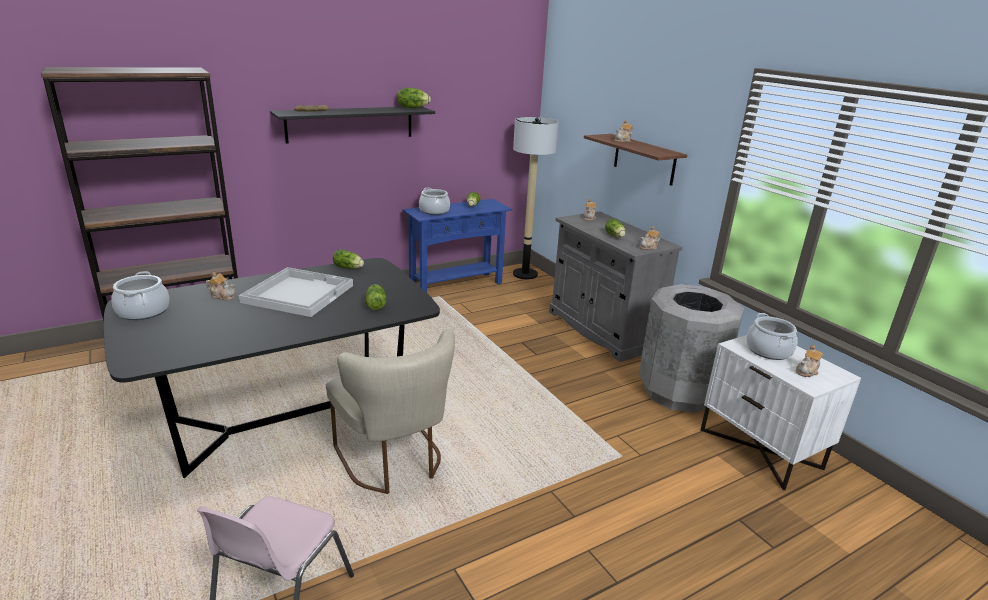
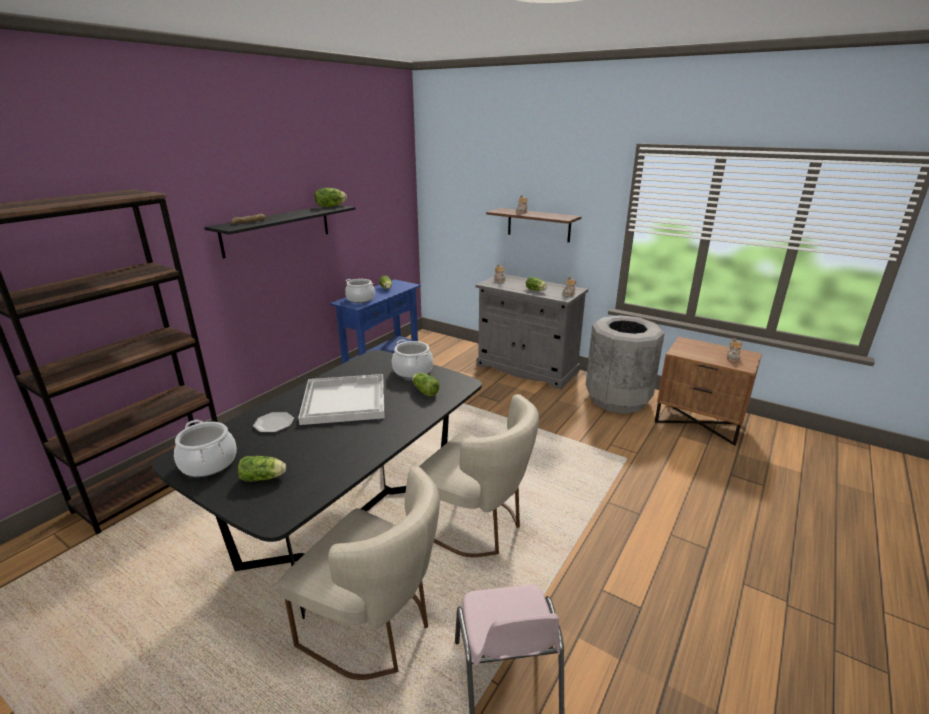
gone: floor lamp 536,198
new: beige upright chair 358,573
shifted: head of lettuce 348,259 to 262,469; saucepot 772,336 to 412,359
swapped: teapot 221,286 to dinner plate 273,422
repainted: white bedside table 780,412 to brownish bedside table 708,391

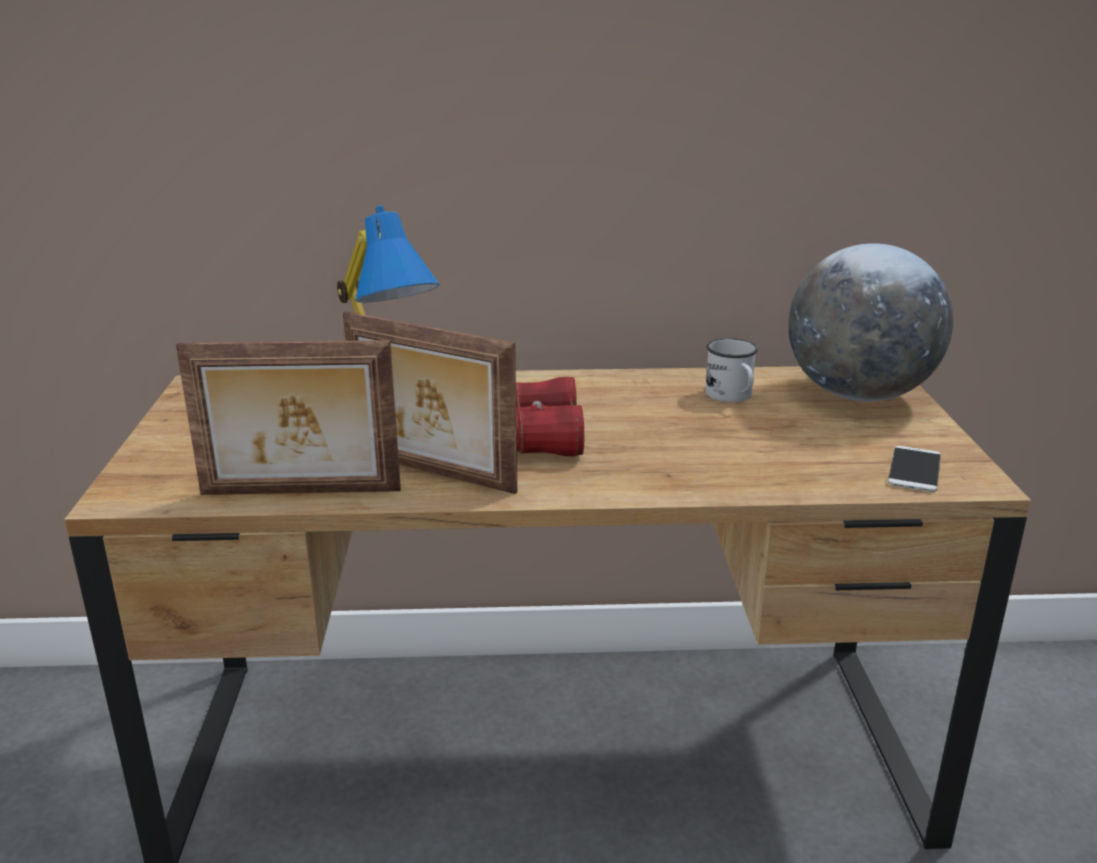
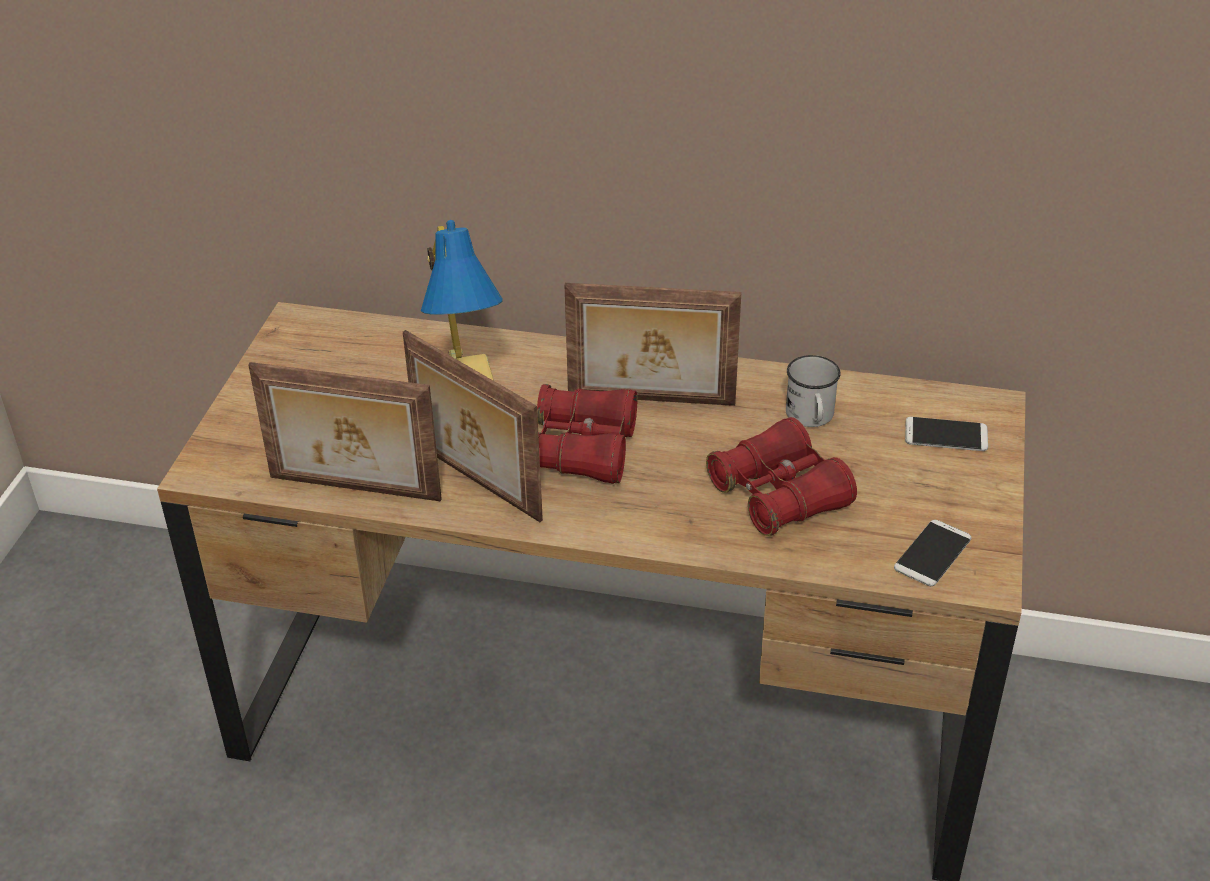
new: standing frame 653,344; red-coloured pair of binoculars 781,476
swapped: world globe 870,322 to telephone 946,434

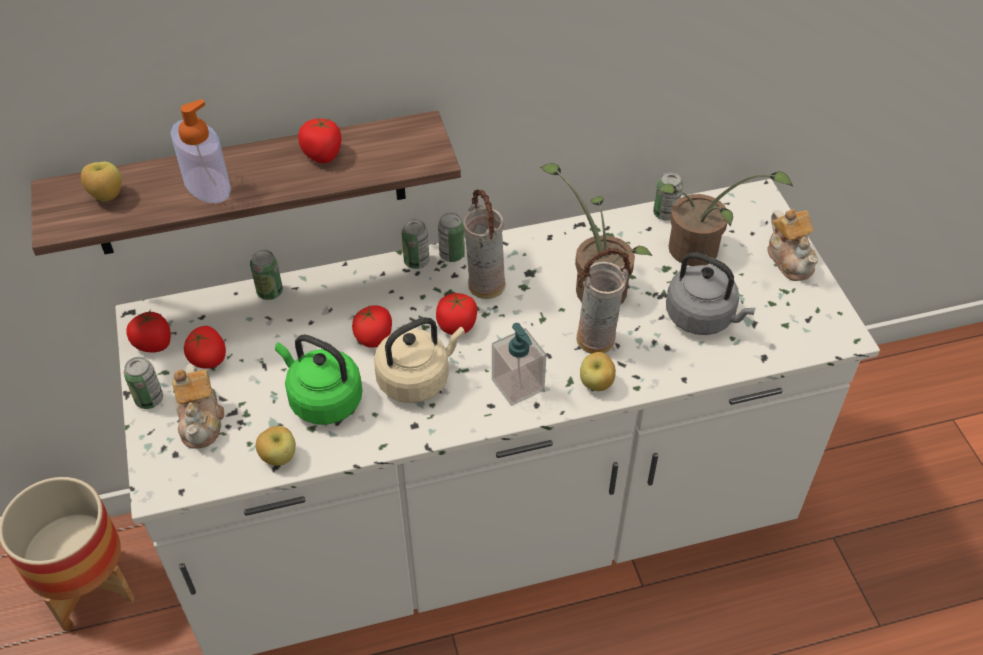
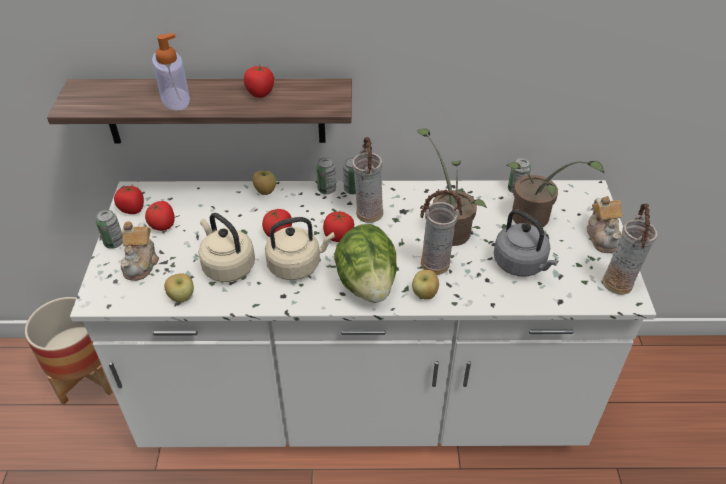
gone: metal can 266,275
new: vase 630,249
shifted: apple 101,181 to 264,183
swapped: liquid soap bottle 519,364 to head of lettuce 365,263
repainted: green water kettle 319,380 to beige water kettle 226,247

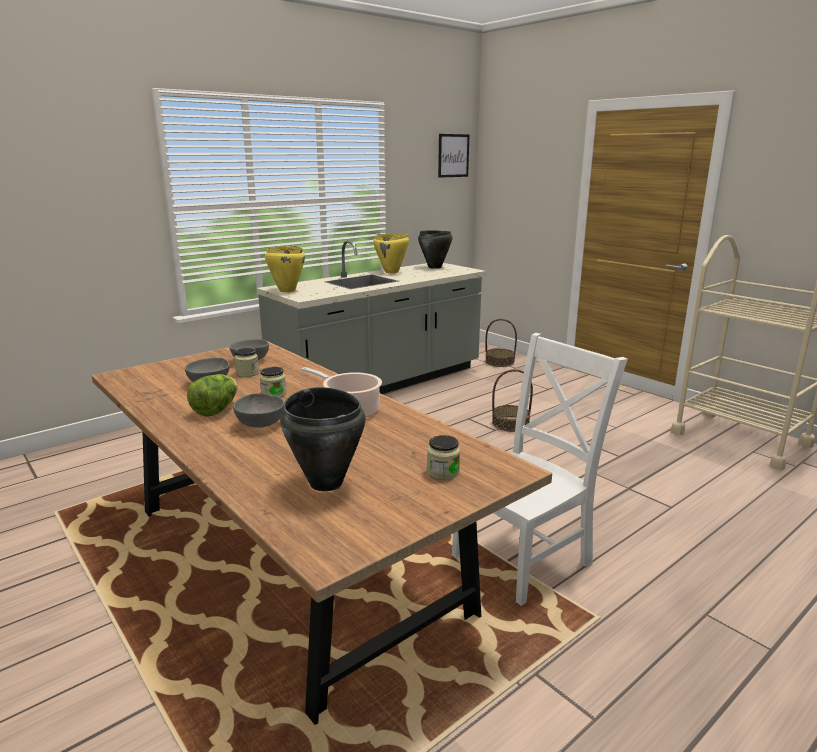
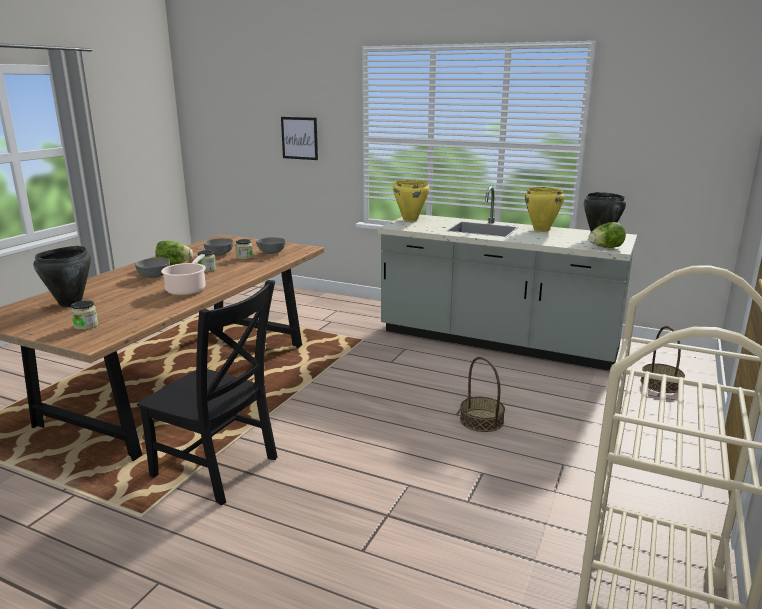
new: head of lettuce 607,235
shifted: wall picture 453,156 to 299,138
repainted: white upright chair 540,469 to black-coloured upright chair 207,392

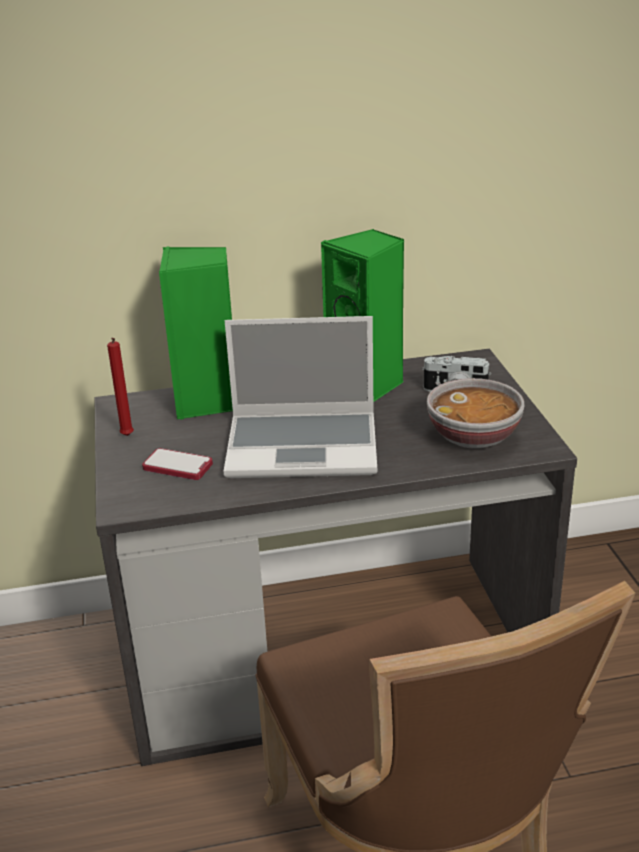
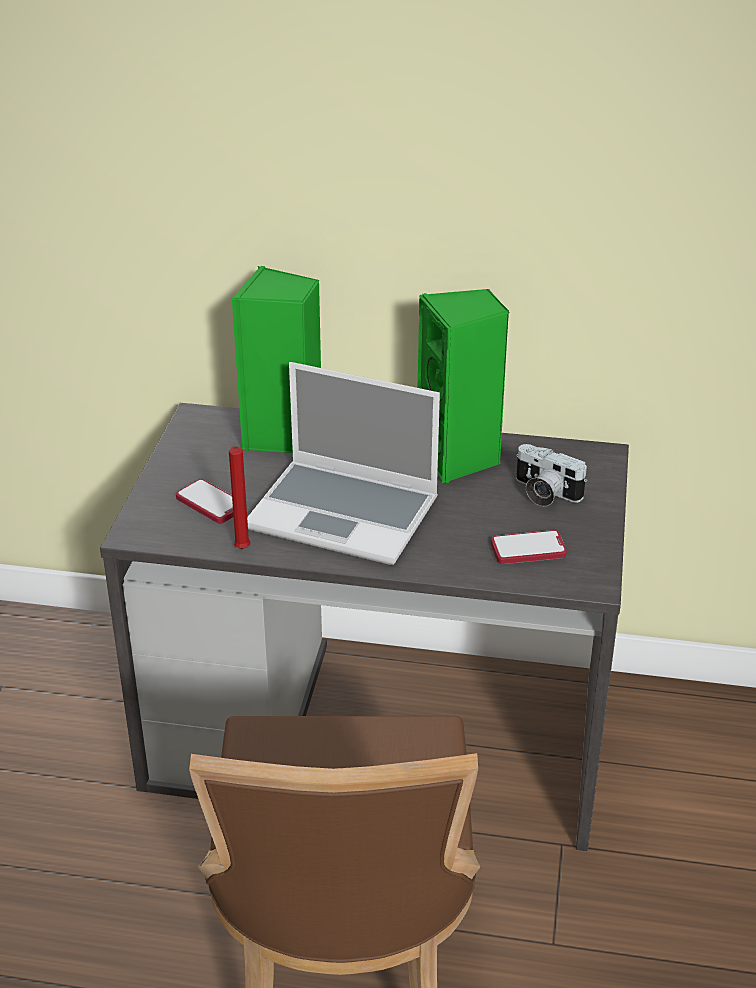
shifted: red-coloured wax candle 120,387 to 239,497
swapped: serving bowl 475,413 to telephone 529,547

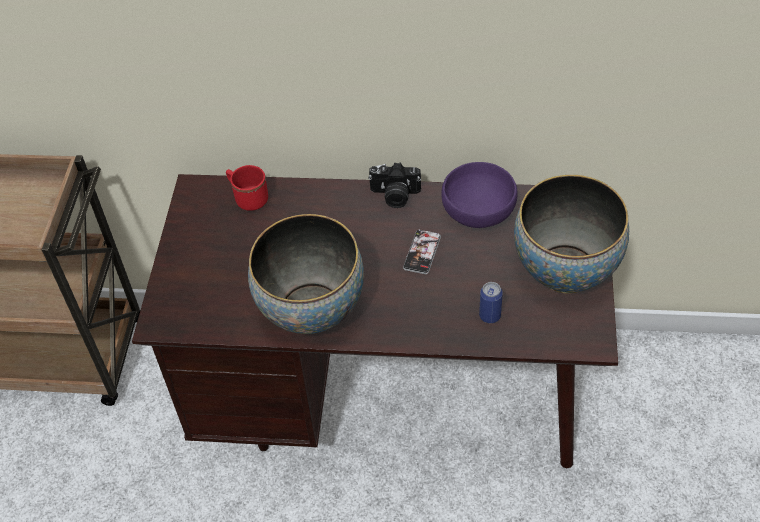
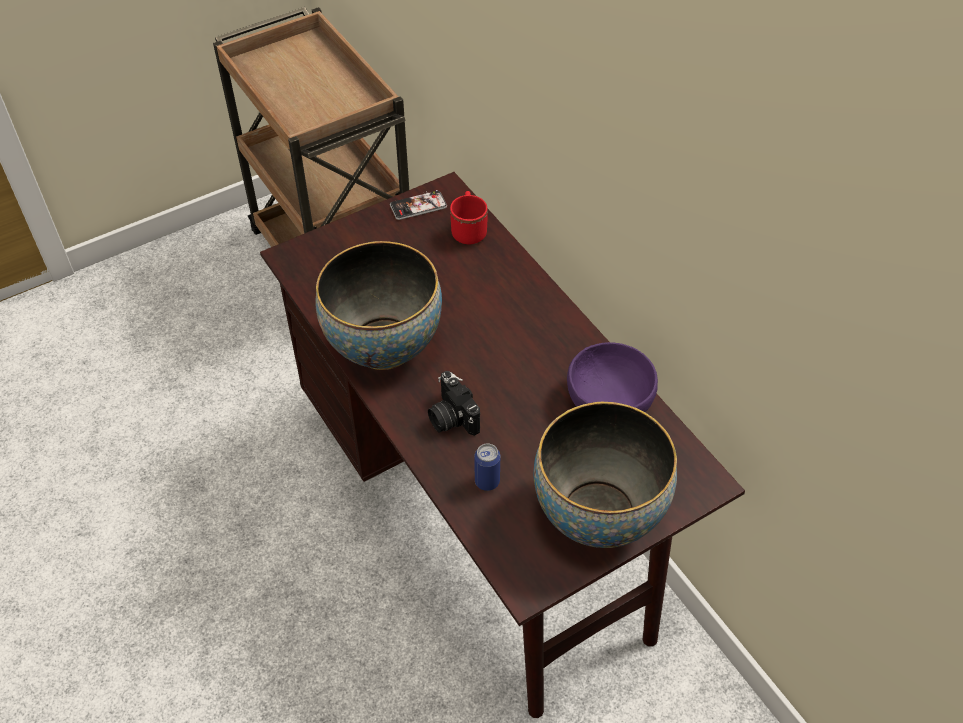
shifted: still camera 394,185 to 454,403; telephone 422,252 to 418,205

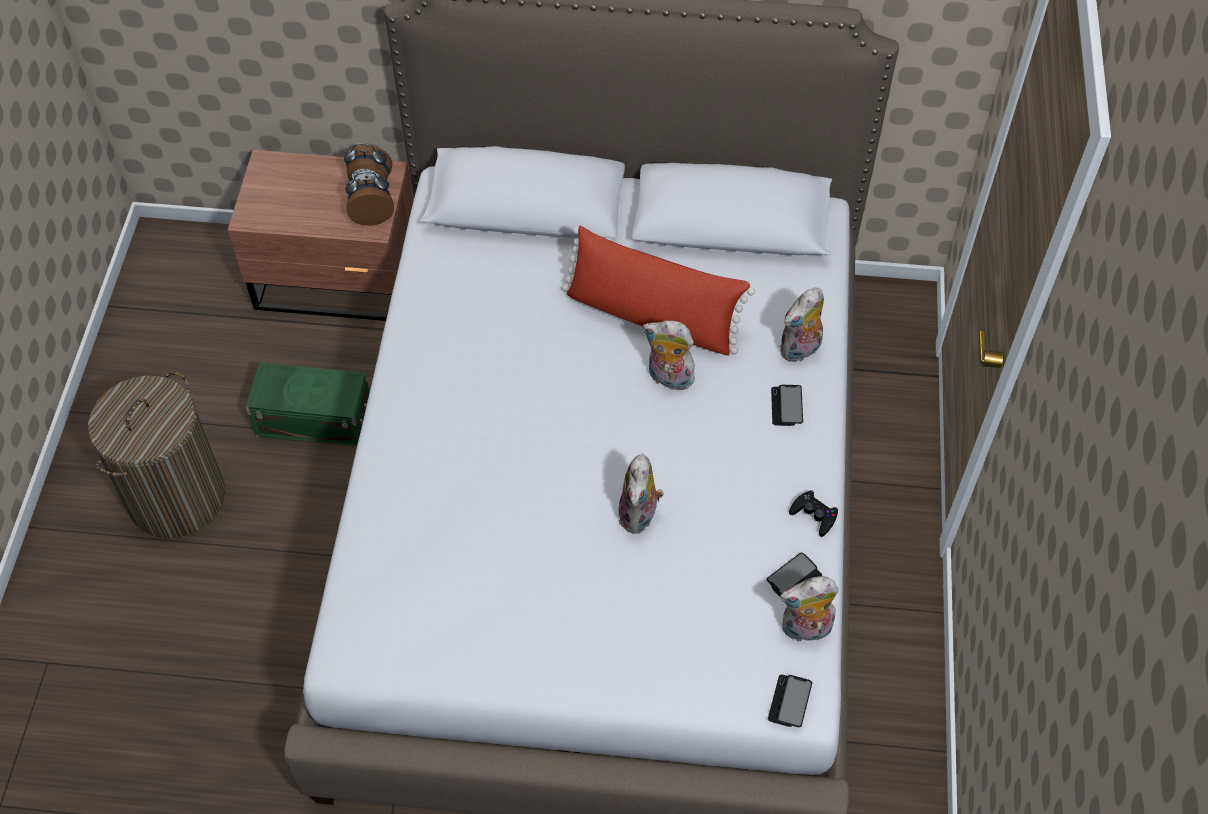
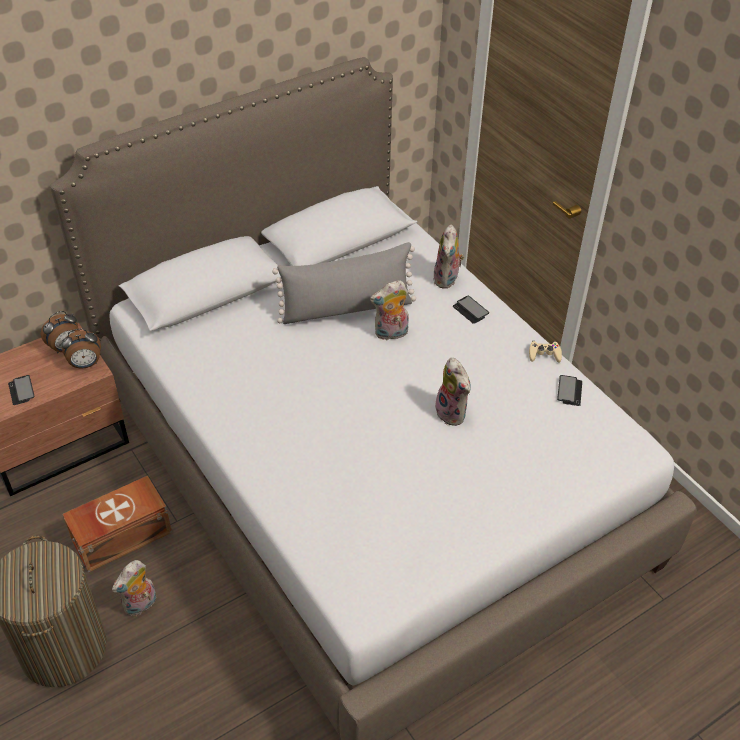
shifted: telephone 790,701 to 21,390; cuddly toy 809,608 to 134,588
repainted: green storage bin 308,404 to brownish storage bin 117,524; red-coloured cushion 658,290 to greyish cushion 344,283; black-coloured game controller 813,513 to beige game controller 545,351
rotated: table clock 369,199 = 81,348 150 degrees counterclockwise

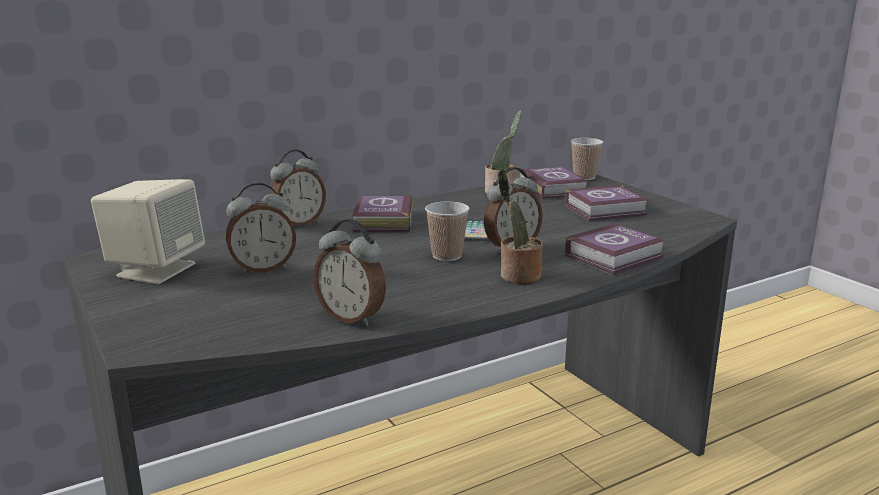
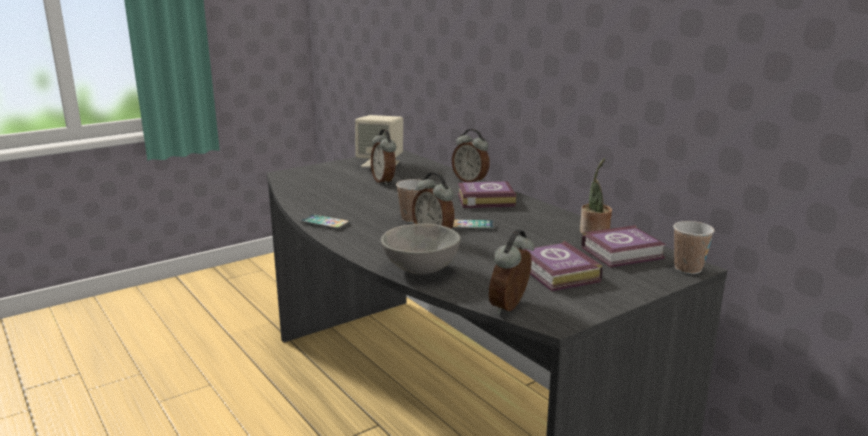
gone: houseplant 520,226
new: telephone 325,222
shifted: table clock 349,272 to 511,271
swapped: volume 615,249 to greyish serving bowl 421,249

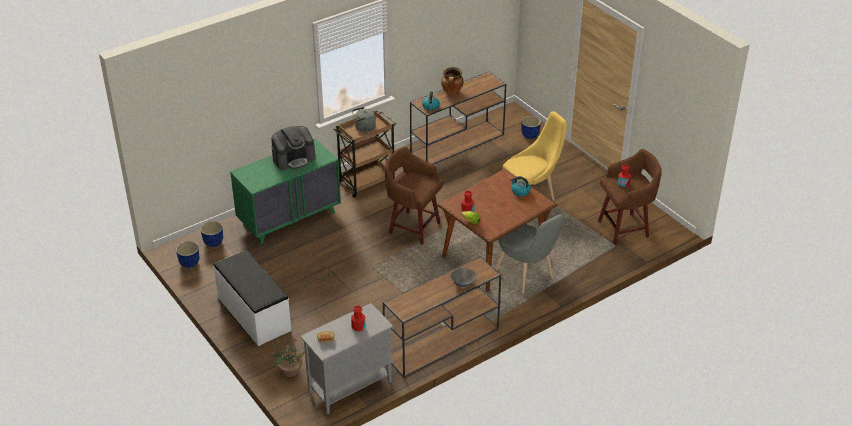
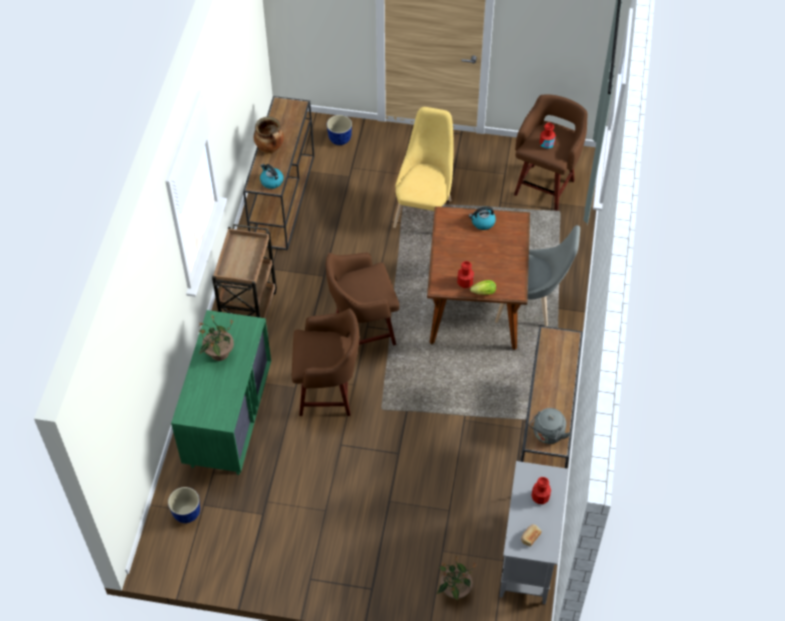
gone: plant pot 187,254; white indoor bench 252,298; greyish serving bowl 463,277
new: brownish stool 326,362
shifted: greyish water kettle 364,119 to 550,426
swapped: coffee maker 293,148 to houseplant 216,338

